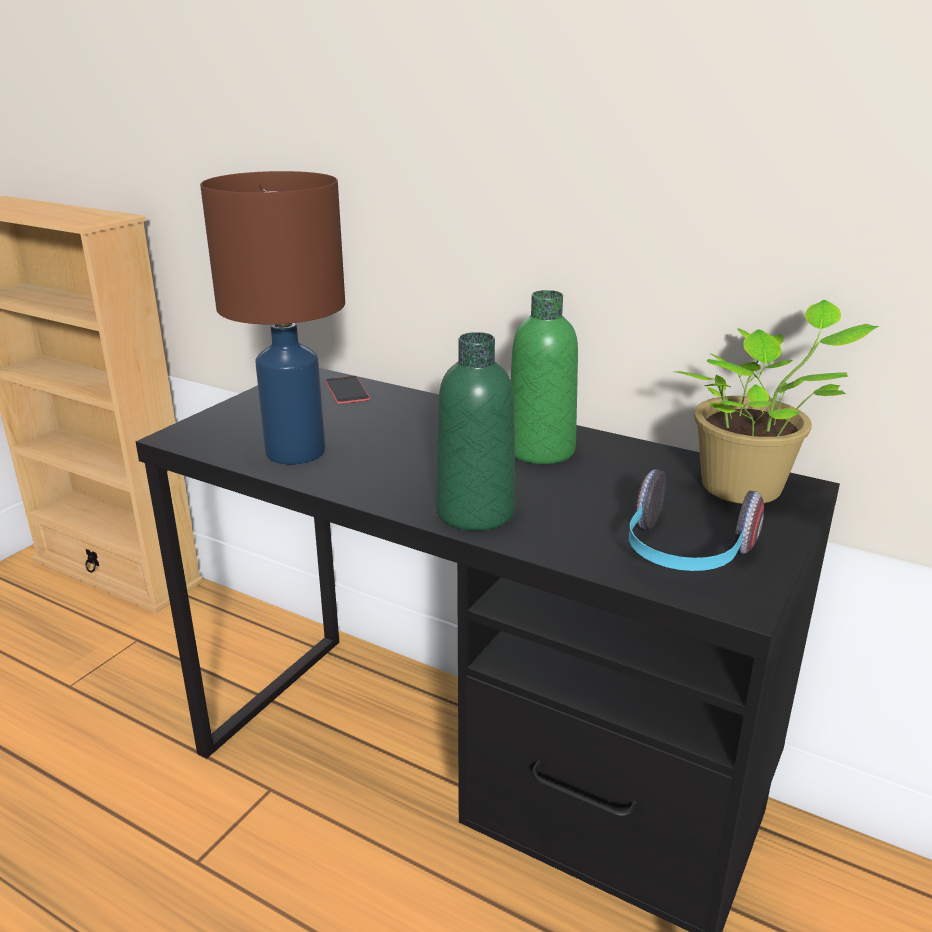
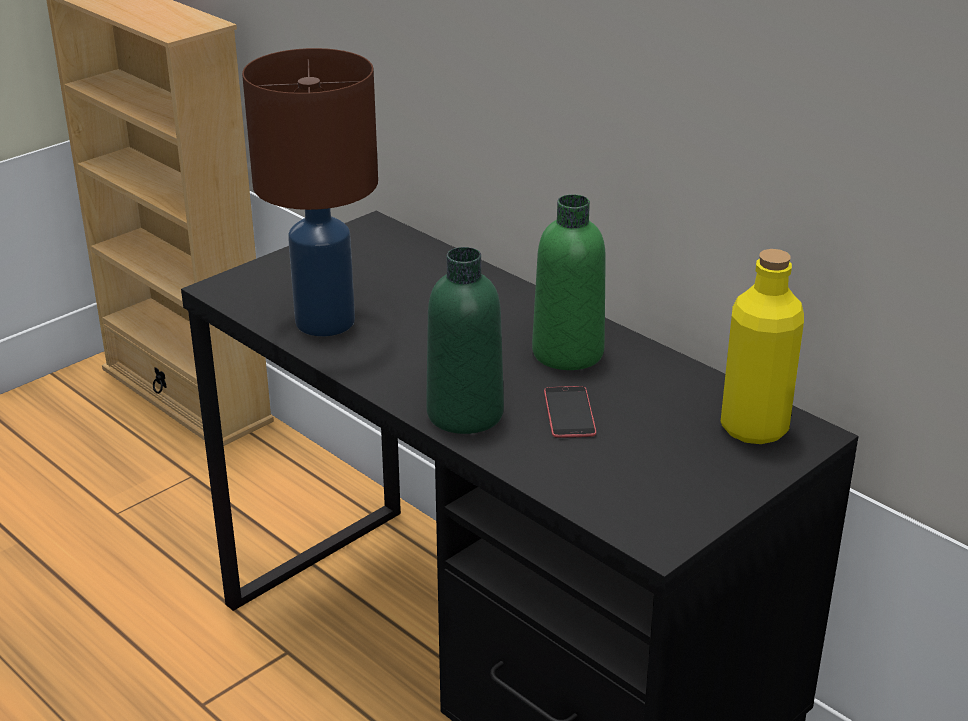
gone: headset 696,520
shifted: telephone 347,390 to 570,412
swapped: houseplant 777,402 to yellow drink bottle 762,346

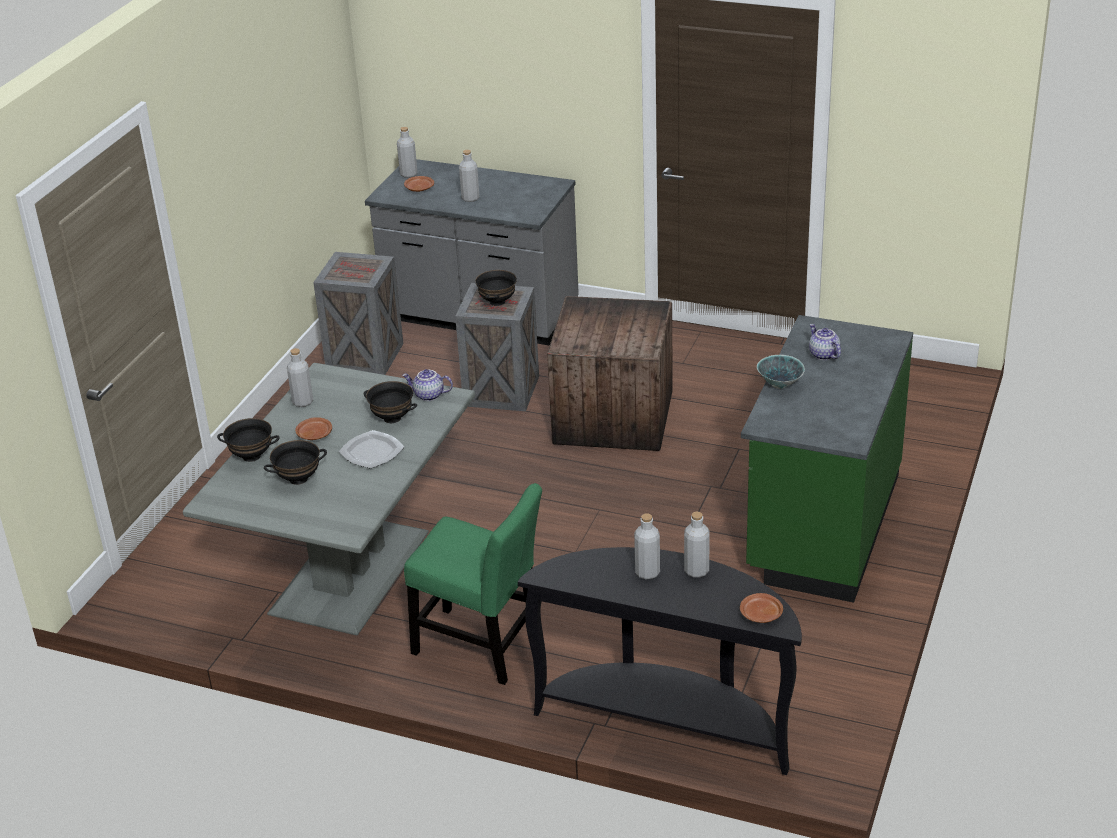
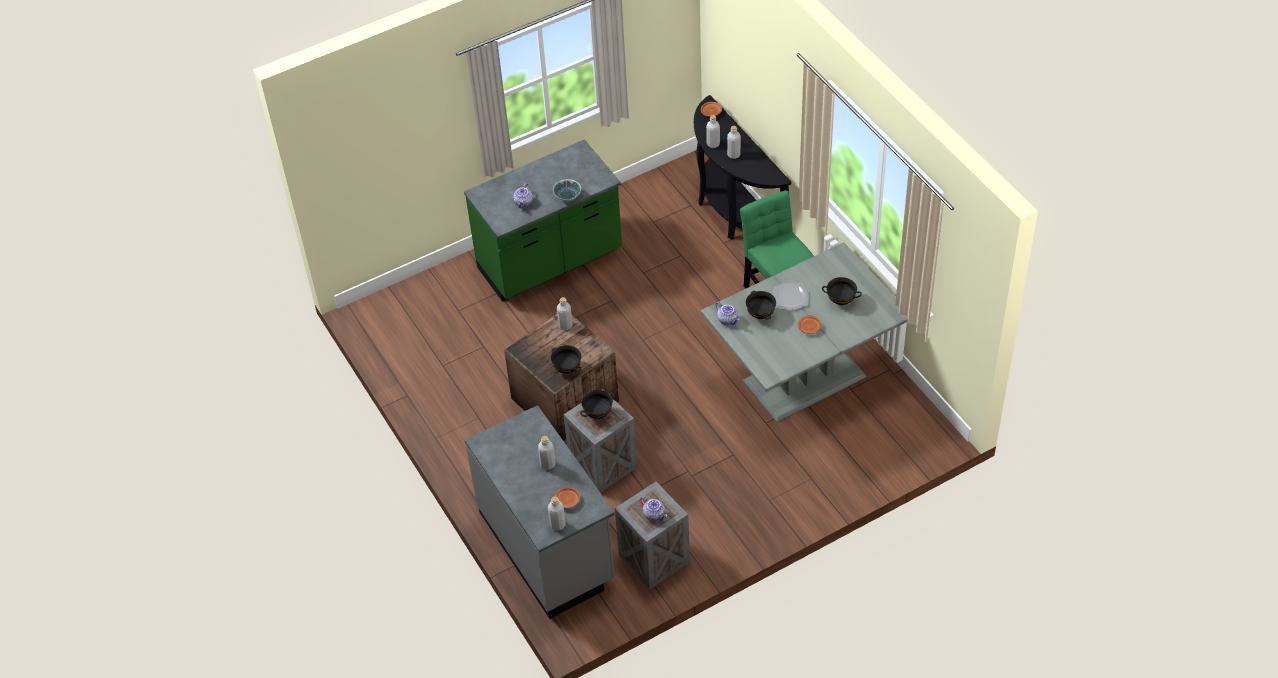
new: teapot 653,508
shifted: black-coloured serving bowl 248,440 to 566,359; greyish drink bottle 300,377 to 564,313

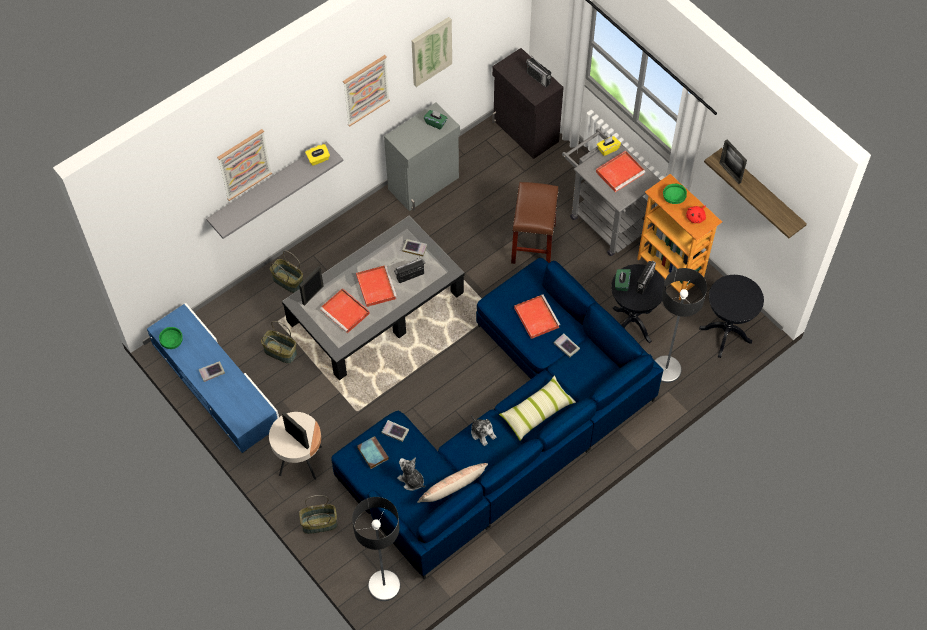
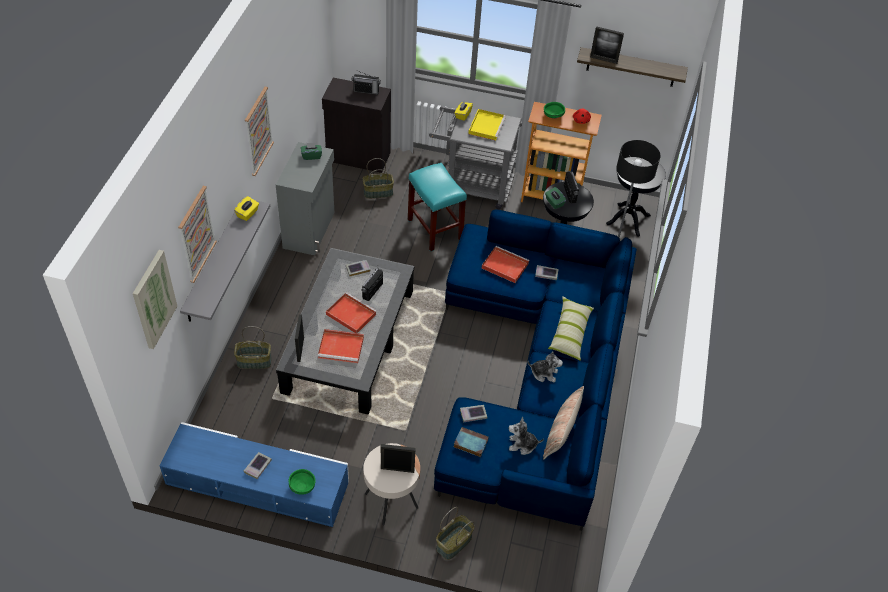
gone: floor lamp 376,549
shifted: green serving bowl 171,338 to 302,482; basket 279,342 to 378,178; wall picture 432,52 to 155,299
repainted: brownish stool 535,223 to turquoise-coloured stool 437,207; red-coloured carrying tray 620,171 to yellow carrying tray 487,125

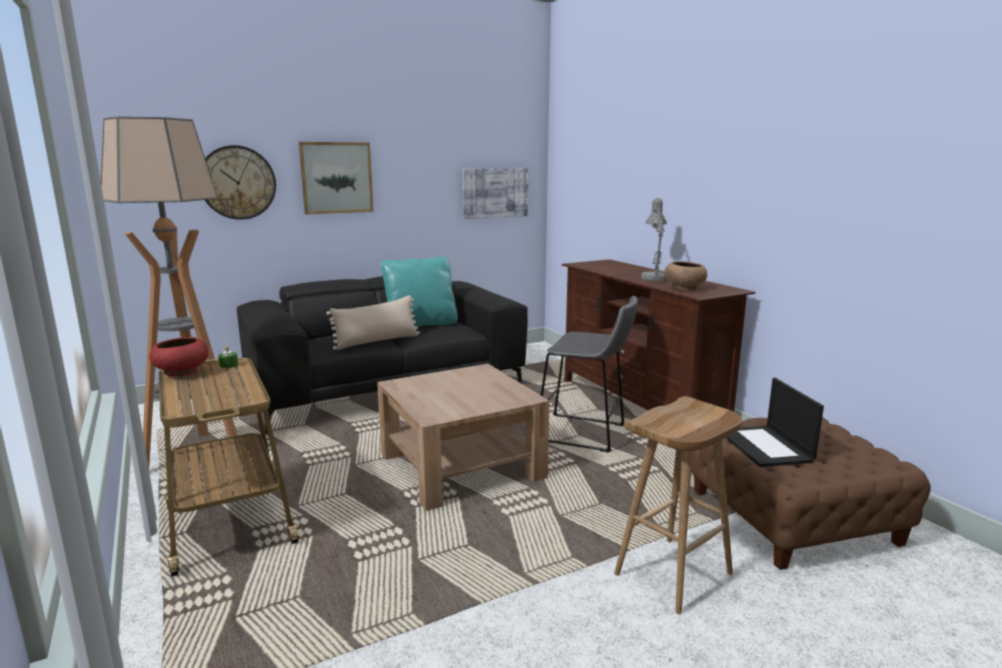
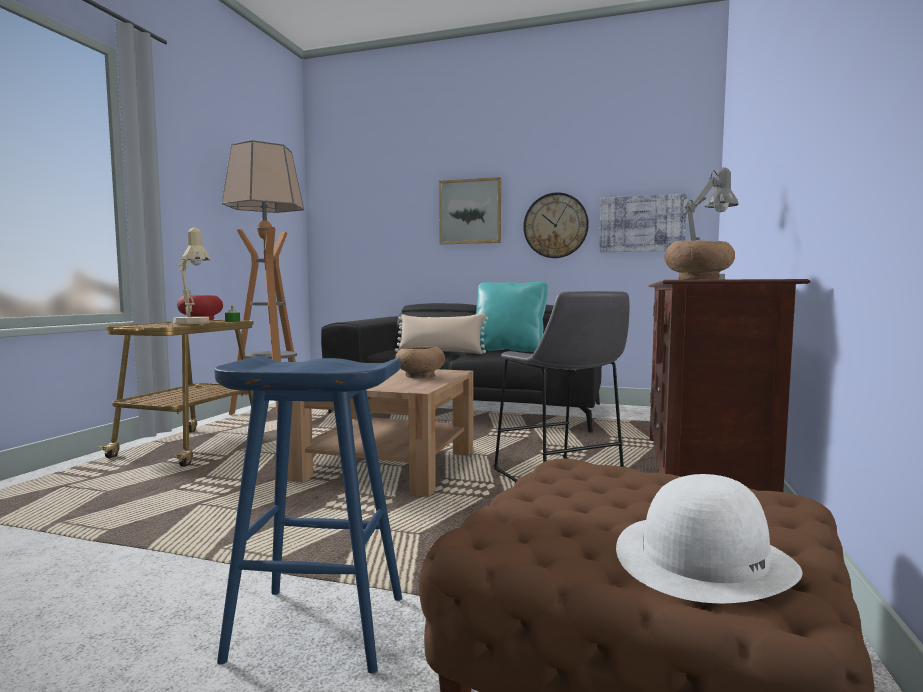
gone: portable computer 775,422
new: beige table lamp 192,275; brownish serving bowl 420,362; white hat 709,538
shifted: wall clock 240,182 to 556,225
repainted: brownish stool 678,505 to blue stool 308,515

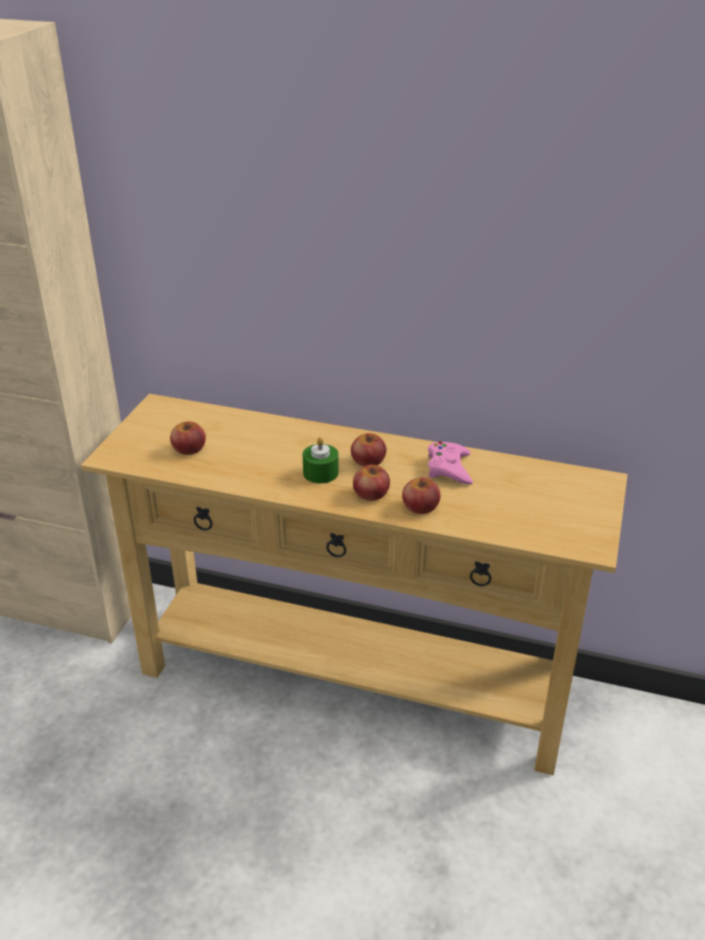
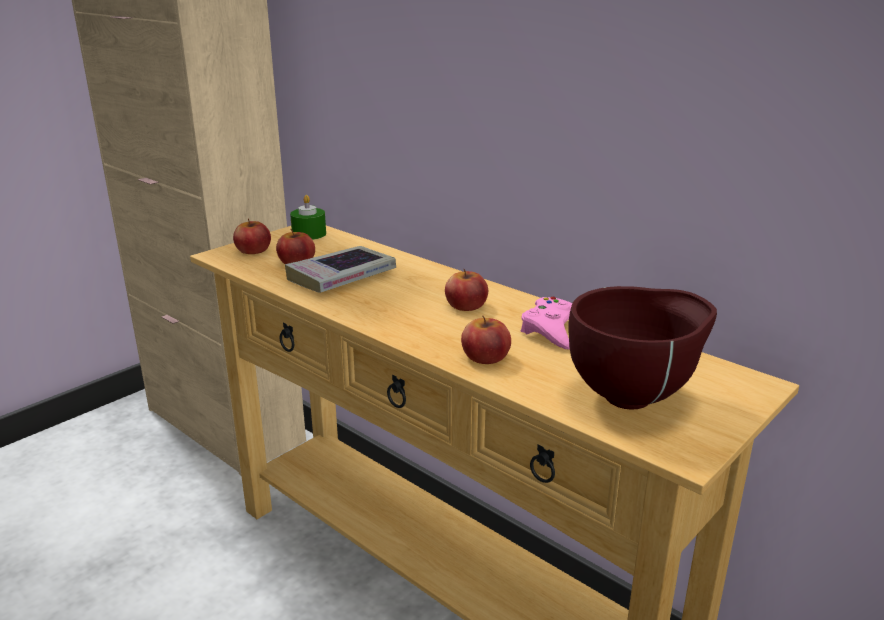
new: volume 340,269; brownish serving bowl 642,348
shifted: green wax candle 321,460 to 308,217; apple 371,483 to 252,236

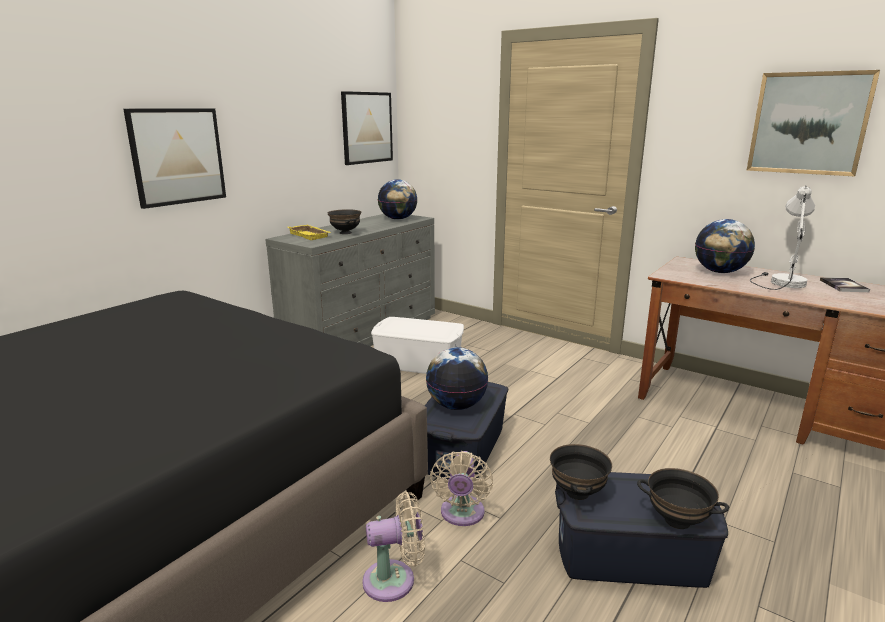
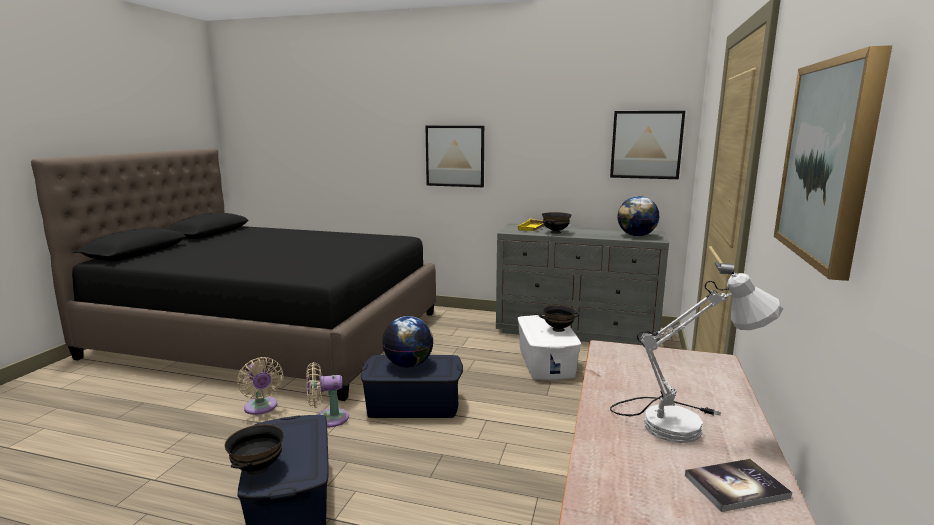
gone: world globe 725,246
shifted: black-coloured serving bowl 581,472 to 559,318

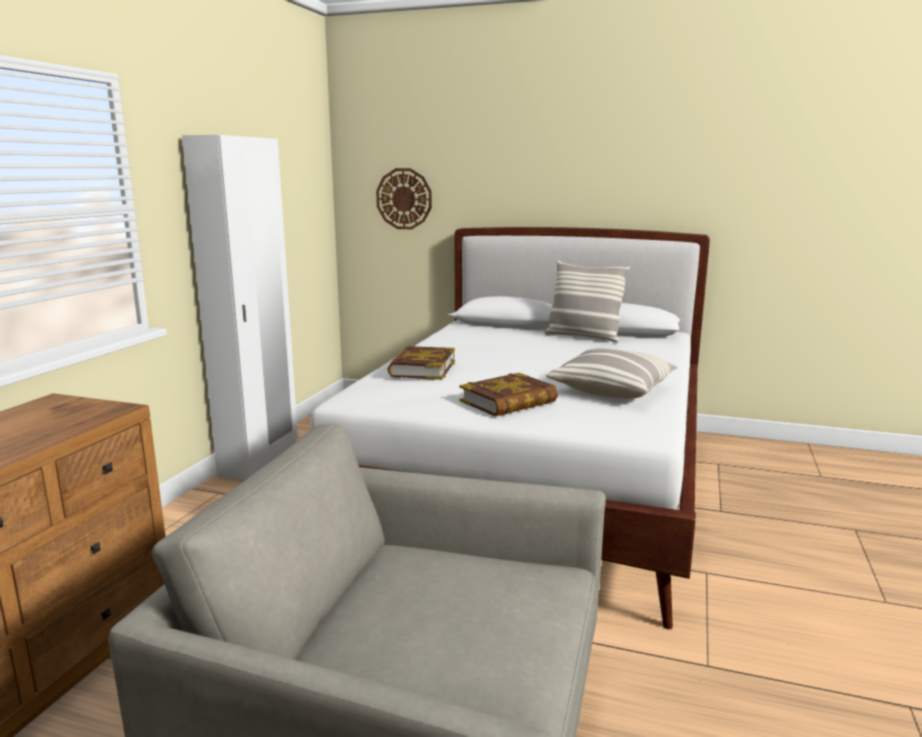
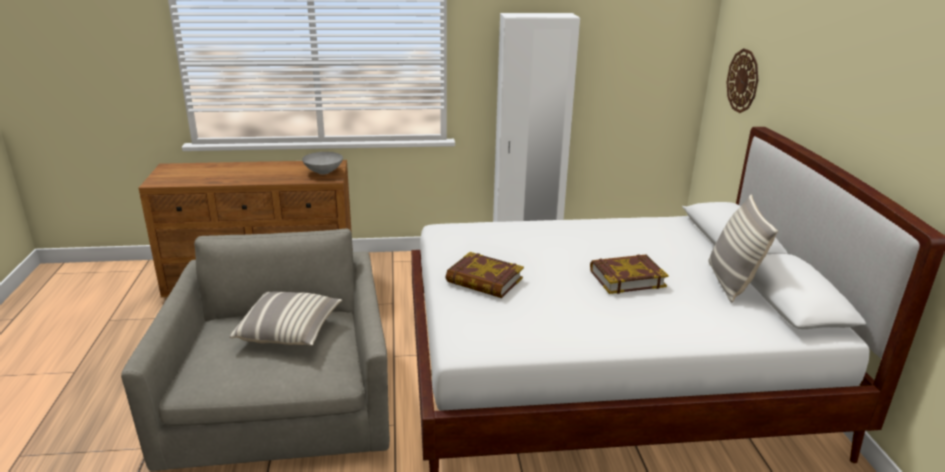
new: greyish serving bowl 322,163
shifted: volume 421,363 to 629,274; cushion 612,373 to 286,318

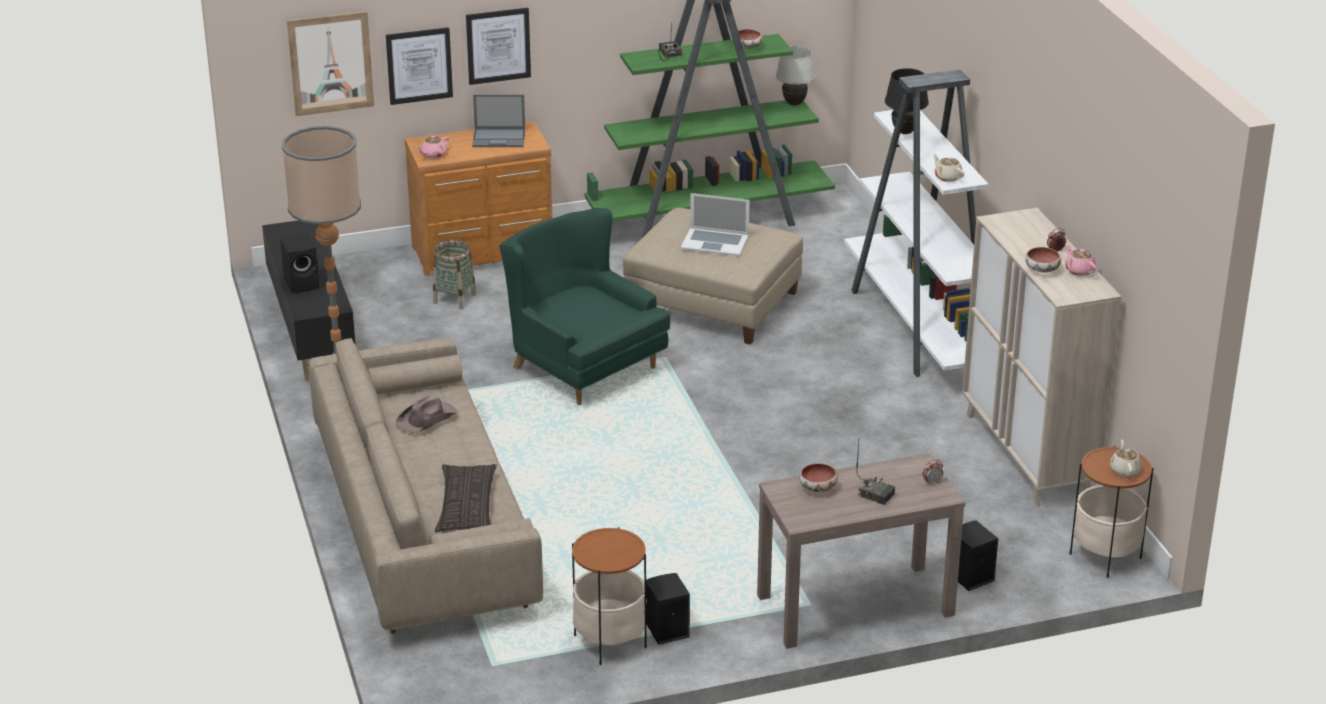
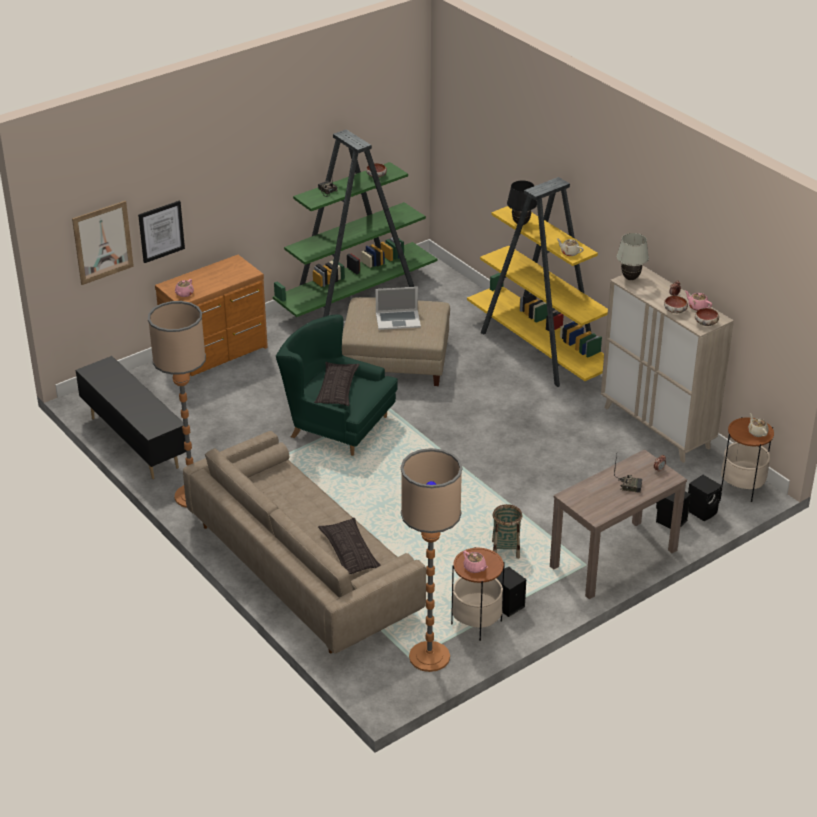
gone: brownish hat 427,413; wall picture 498,46; portable computer 498,121
new: cushion 336,384; floor lamp 432,560; pinkish teapot 475,562
shifted: black-coloured audio speaker 299,263 to 705,498; basket 454,274 to 507,531; white table lamp 795,76 to 633,256; serving bowl 818,477 to 707,317
repainted: white bookshelf 916,223 to yellow bookshelf 537,282

